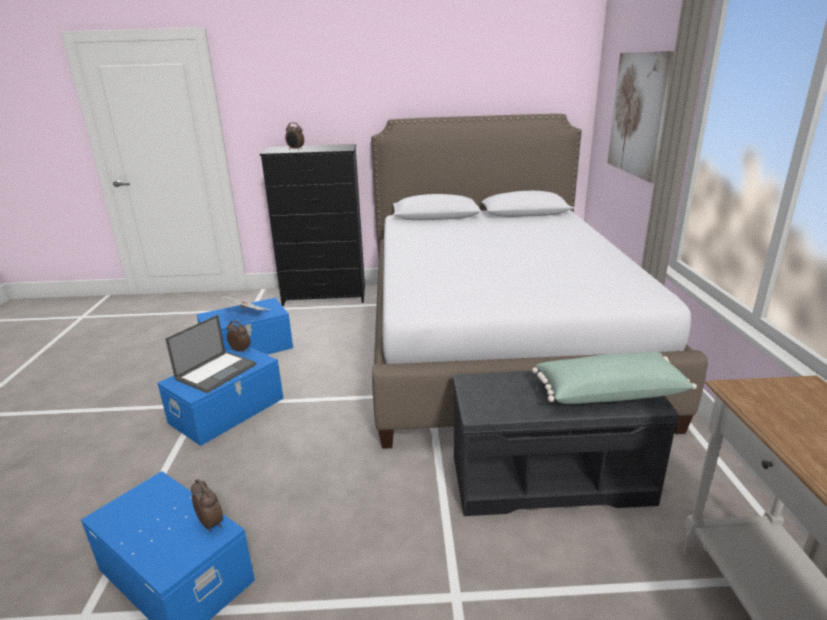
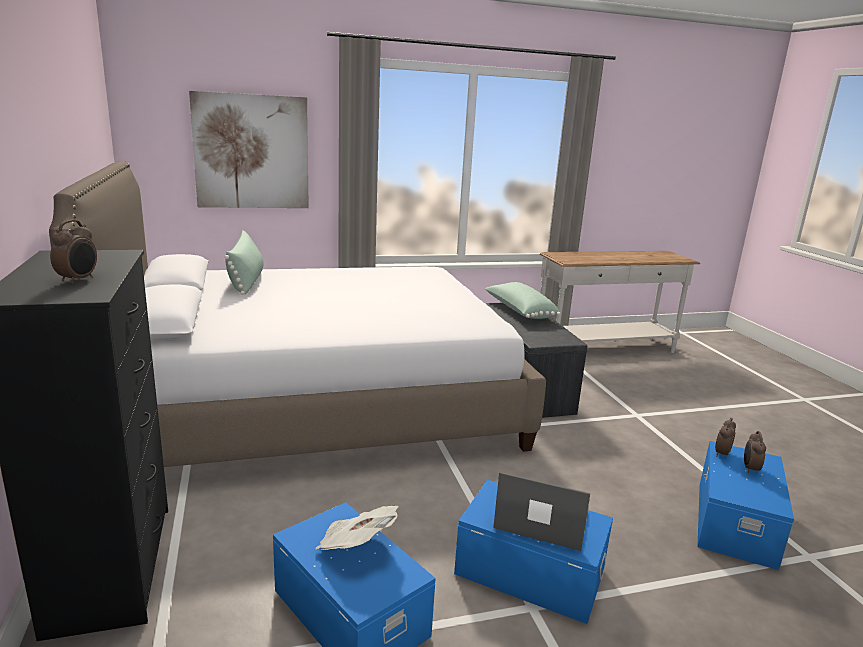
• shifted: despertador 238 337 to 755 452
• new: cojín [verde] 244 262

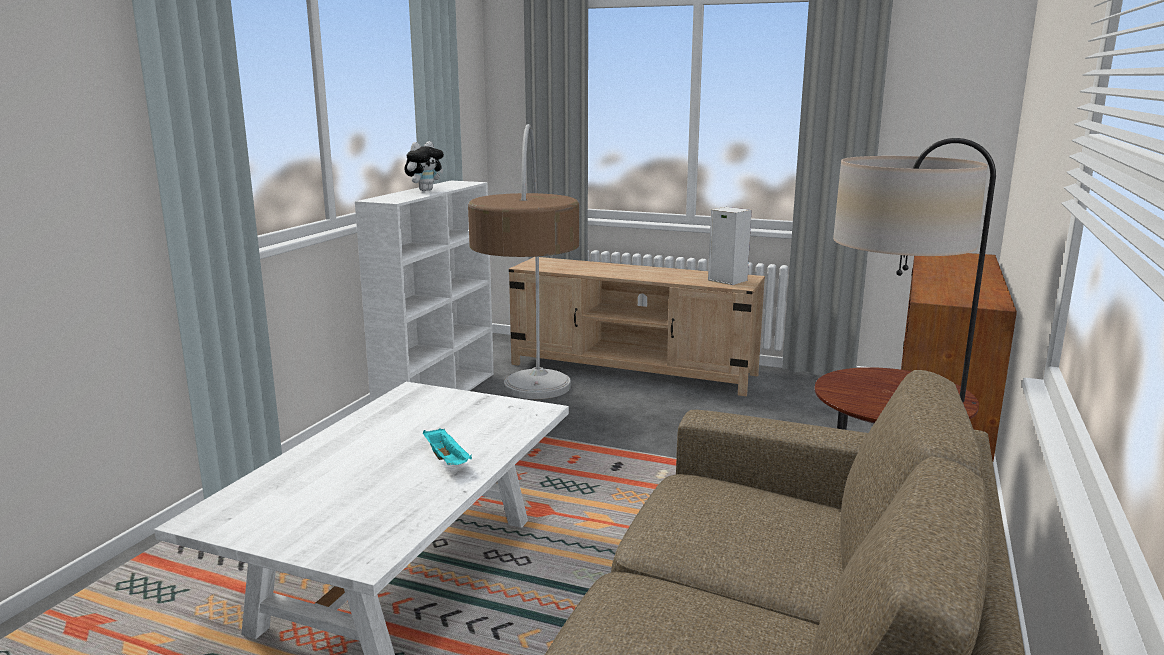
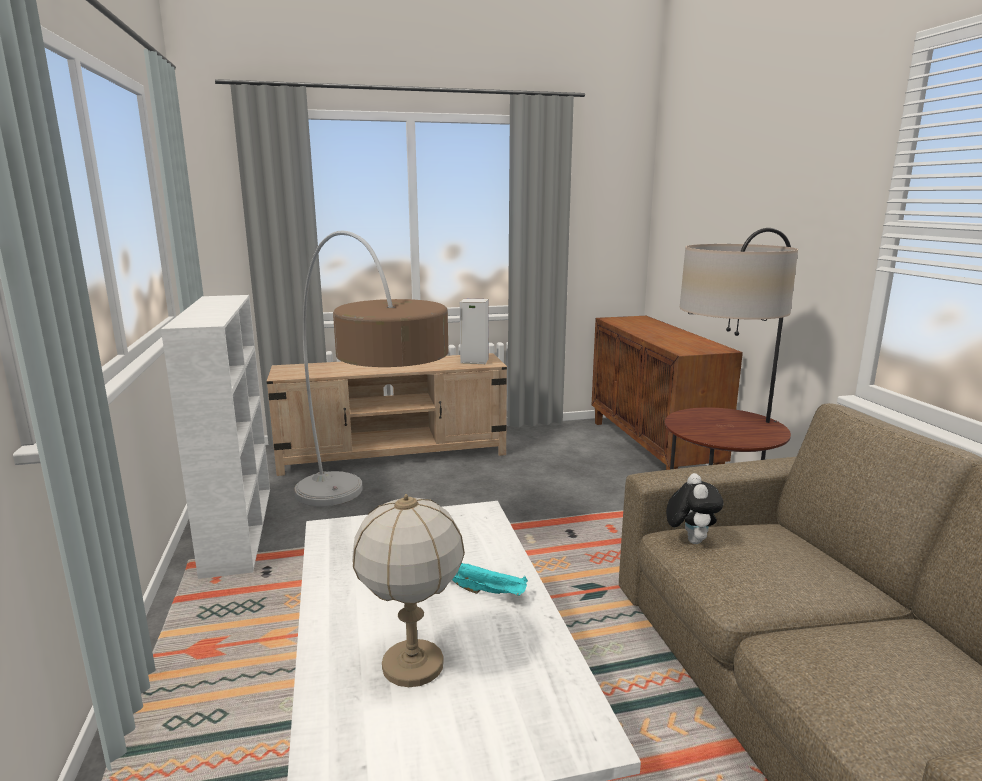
• shifted: peluche 424 166 to 694 508
• new: lámpara de mesa 408 590

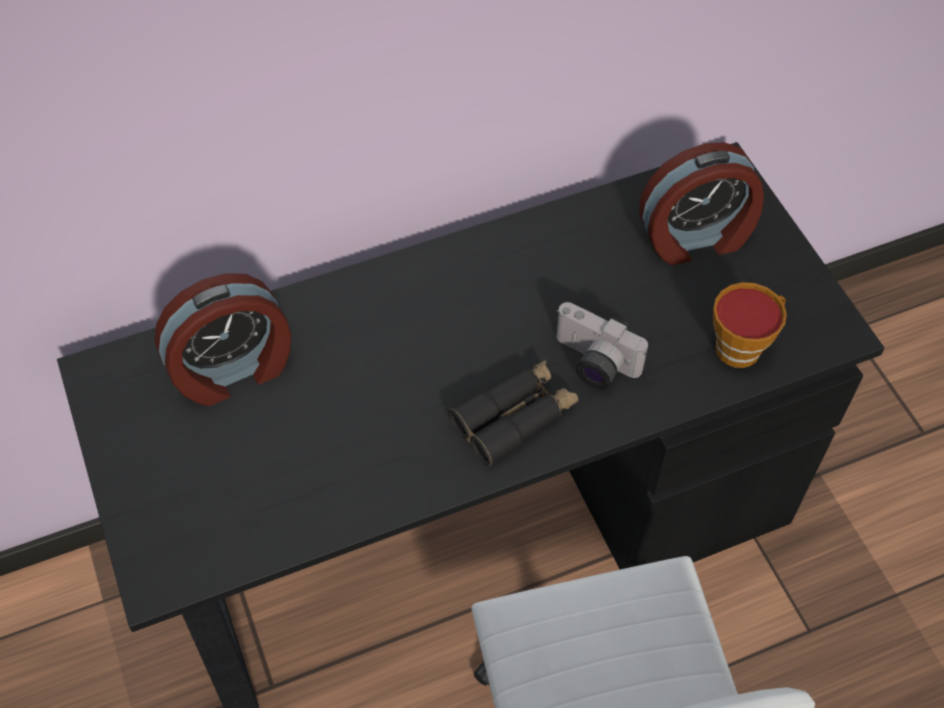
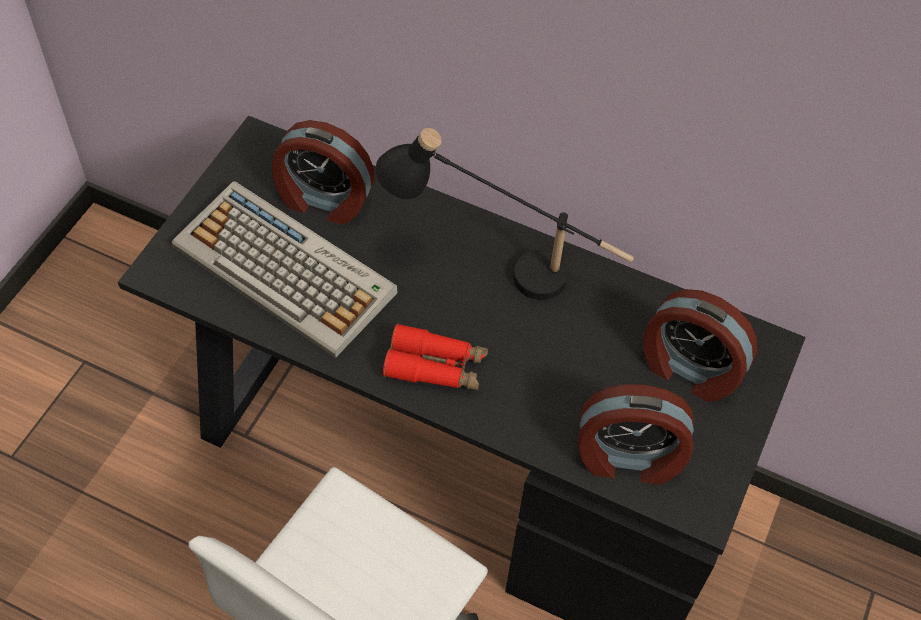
• repainted: prismáticos [negro] 513 413 to prismáticos [rojo] 435 356
• gone: cámara 602 345
• swapped: taza 750 325 to despertador 636 434
• new: teclado 285 269
• new: lámpara de mesa [negro] 505 214

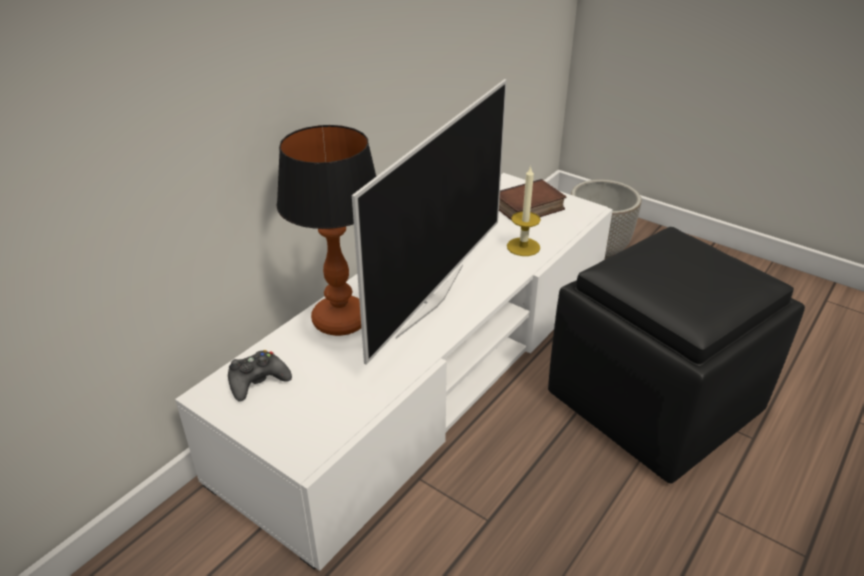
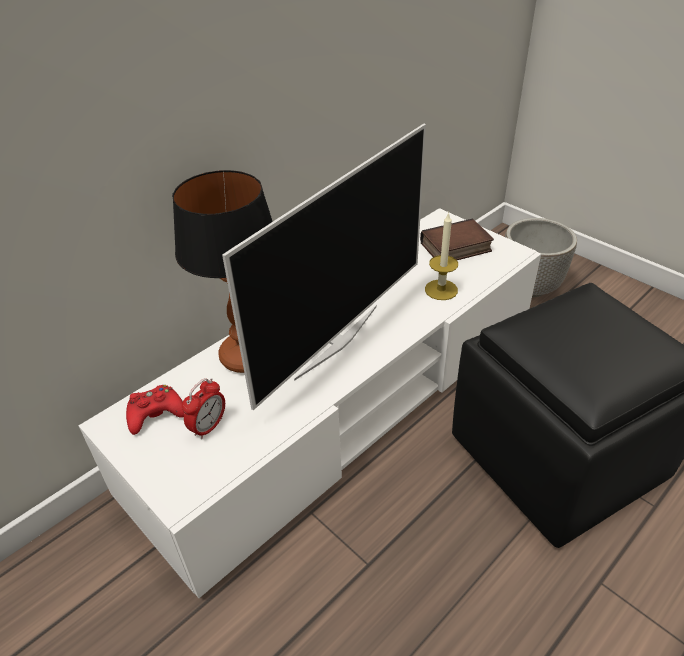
• repainted: mando de consola [negro] 260 376 to mando de consola [rojo] 155 410
• new: despertador 203 408

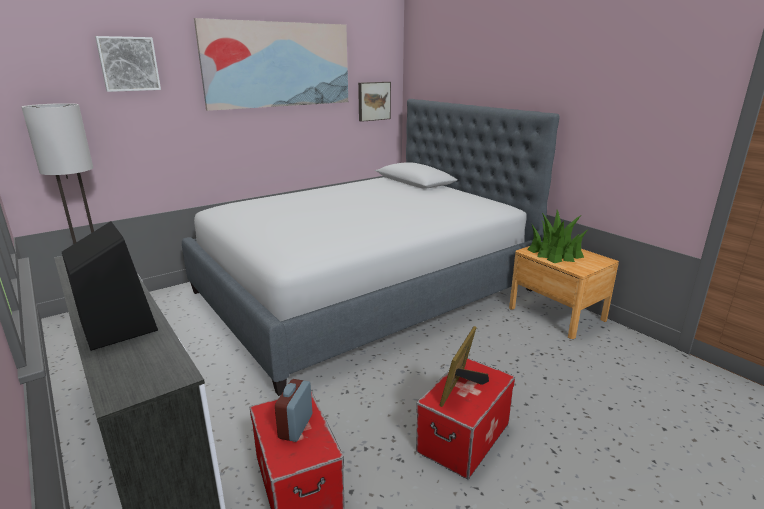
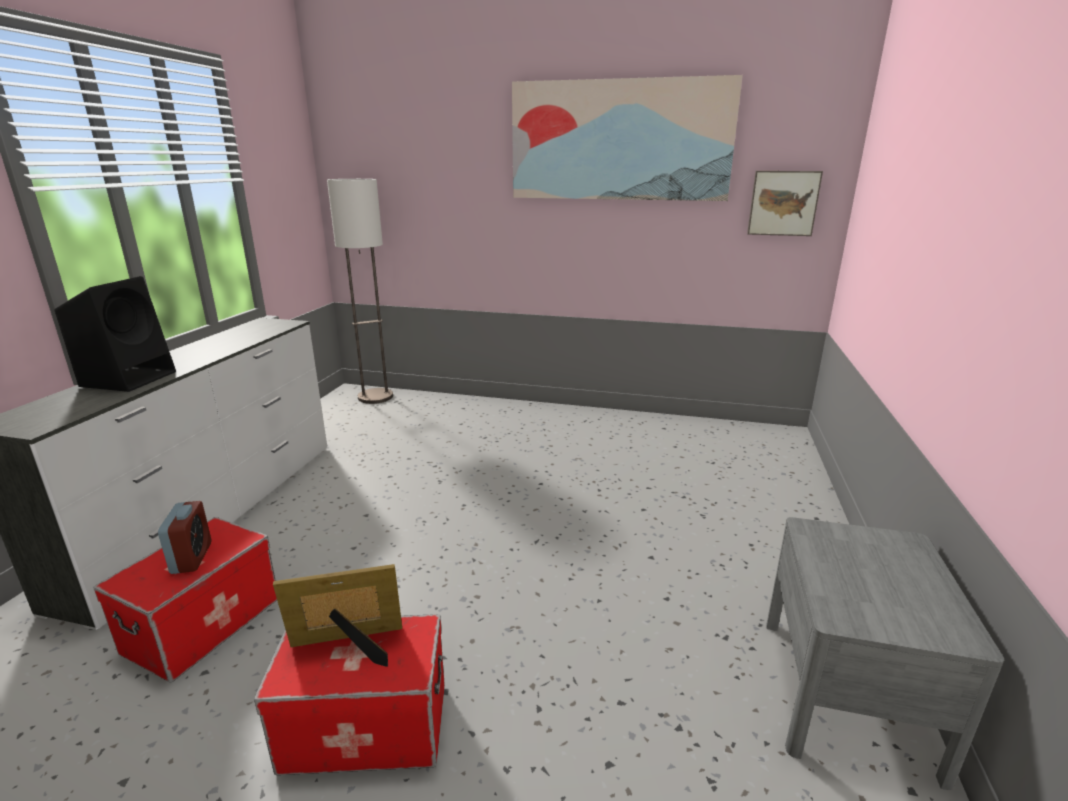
• gone: cuadro 128 64
• gone: cama 370 247
• rotated: despertador 293 410 = 184 537 105 degrees clockwise
• repainted: mesita de noche [marrón] 564 290 to mesita de noche [gris] 885 653
• gone: planta en maceta 557 236

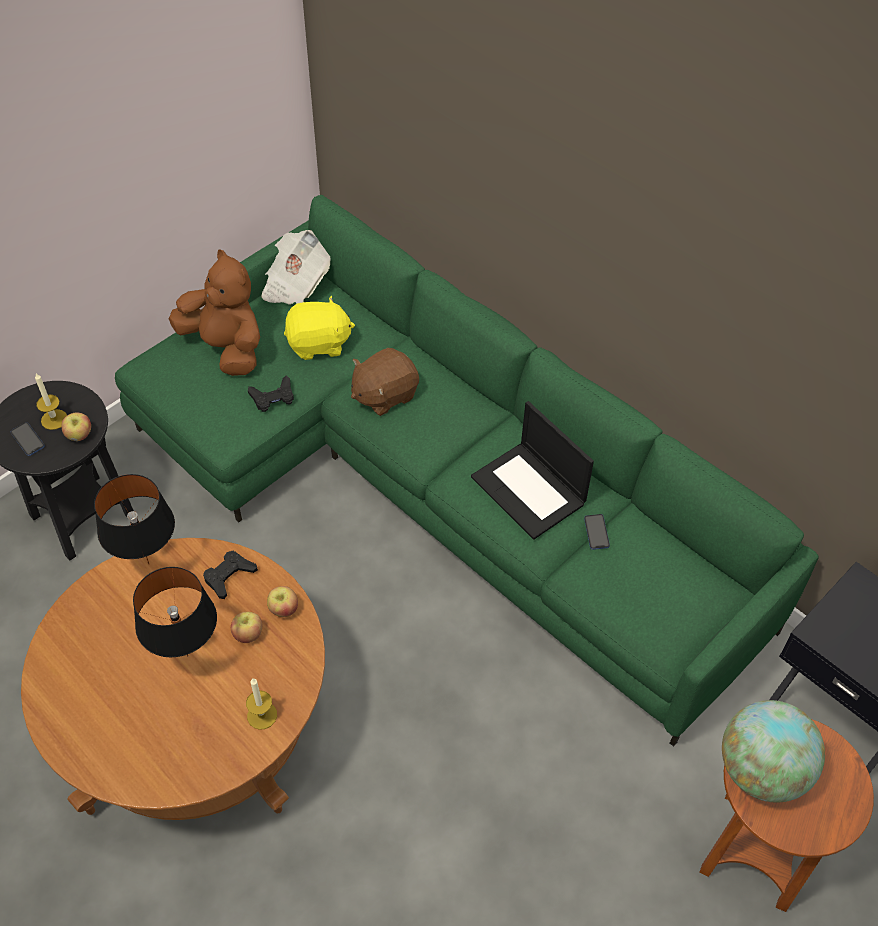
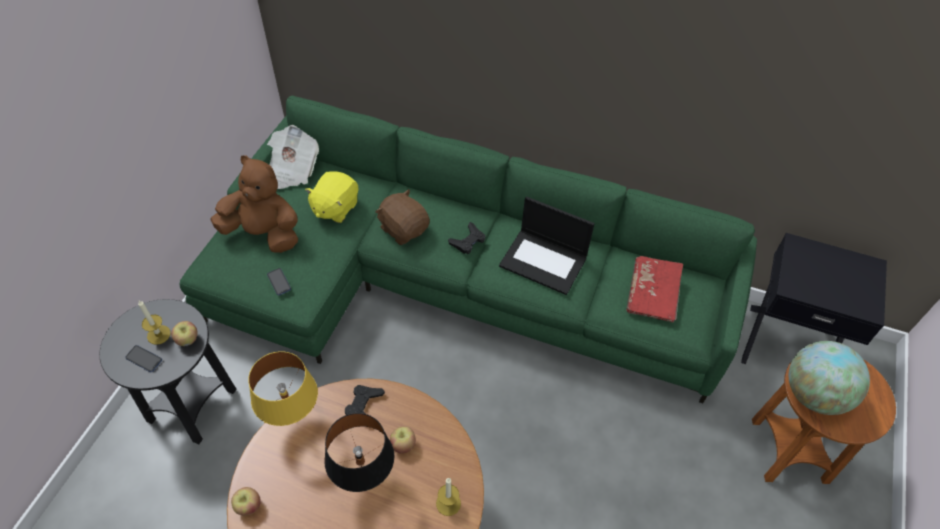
• repainted: lámpara de mesa [negro] 134 519 to lámpara de mesa [amarillo] 283 388
• shifted: mando de consola [negro] 271 393 to 466 238
• shifted: manzana 282 601 to 246 501
• rotated: peluche [amarillo] 319 327 = 331 197 150 degrees clockwise
• rotated: peluche [marrón] 385 382 = 402 217 105 degrees clockwise
• shifted: móvil 597 532 to 279 281
• new: libro [rojo] 654 289

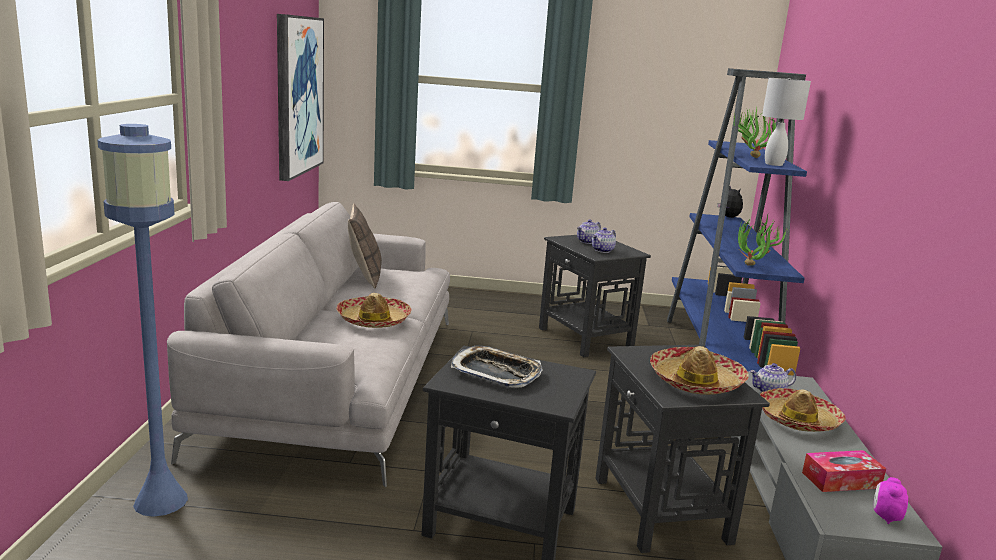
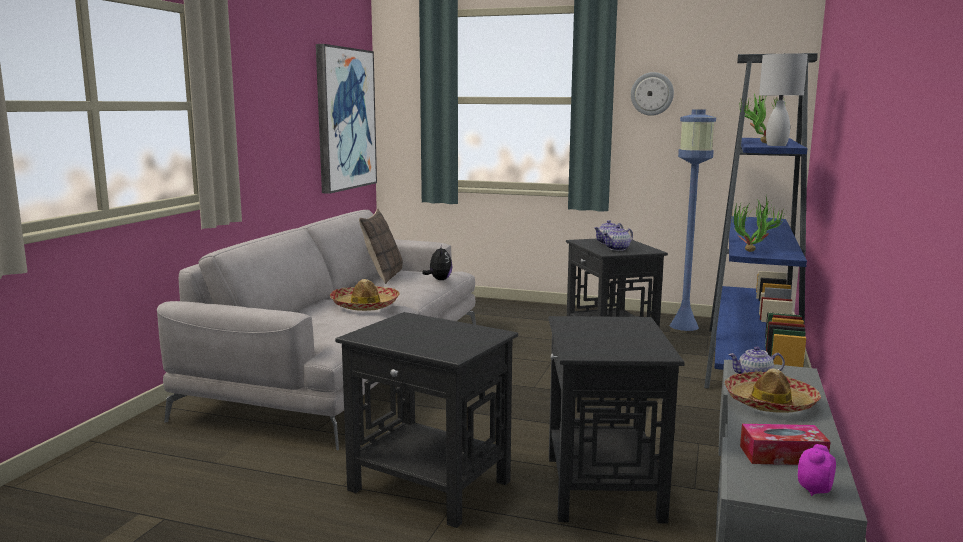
• shifted: lámpara de pie [azul] 143 320 to 693 220
• gone: bandeja 497 367
• gone: sombrero 699 370
• shifted: peluche 730 202 to 437 262
• new: reloj de pared 652 94

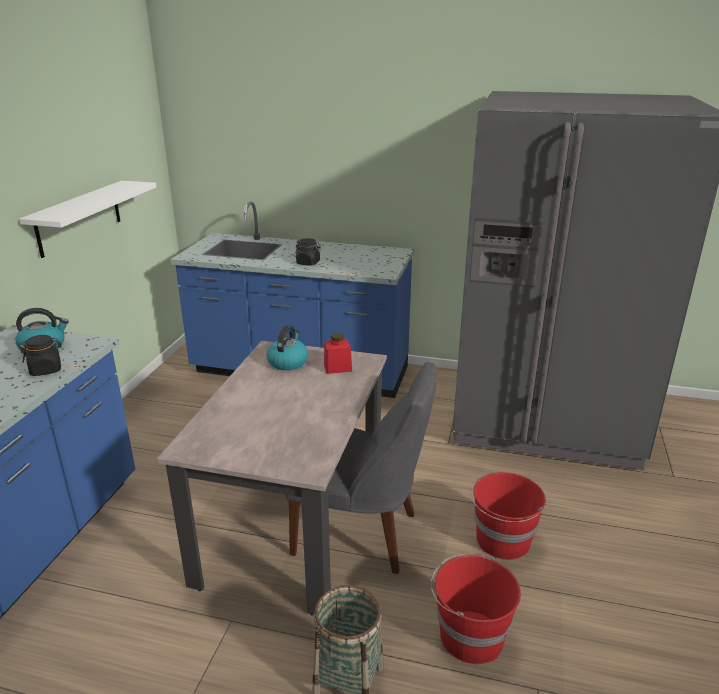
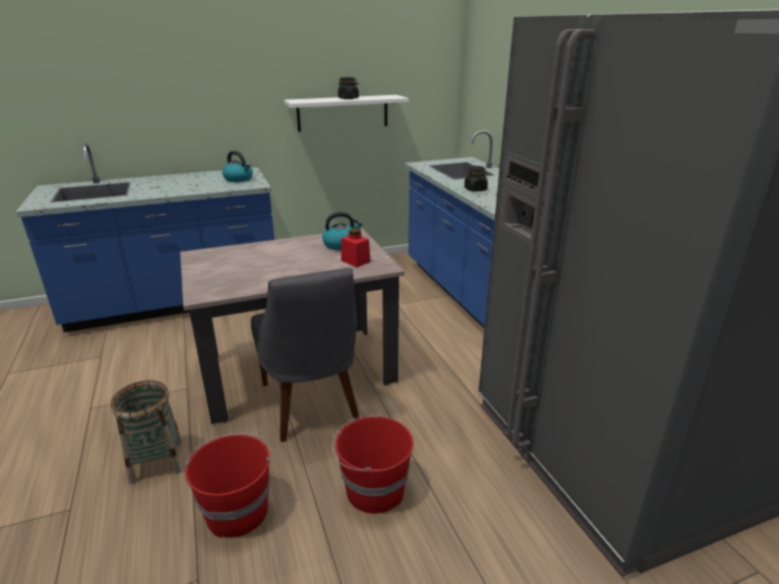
• shifted: tarro [negro] 41 355 to 348 88

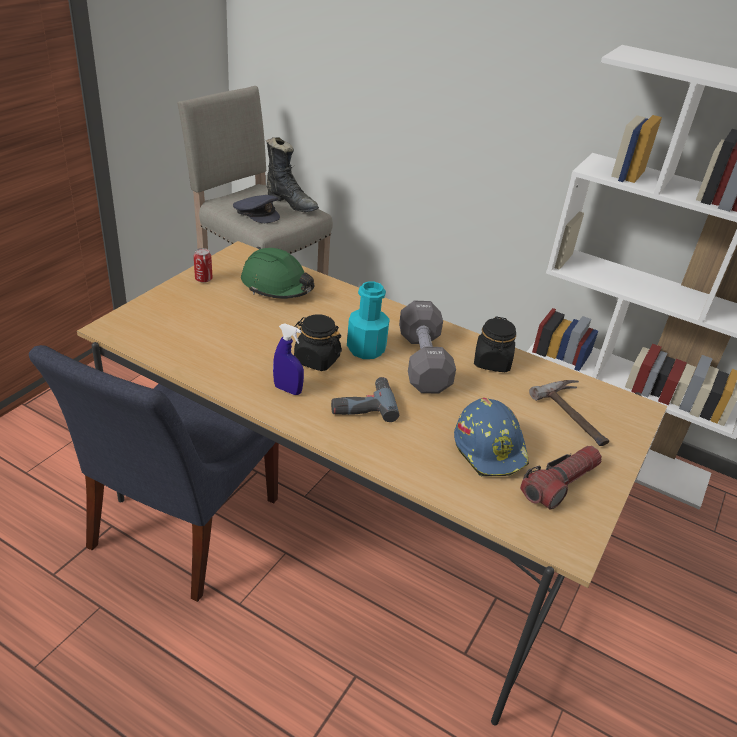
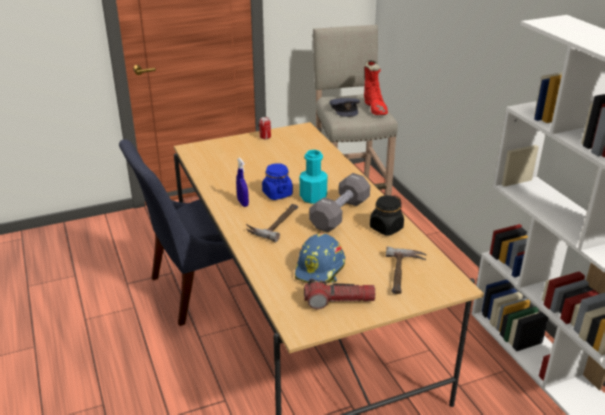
• gone: casco [verde] 277 273
• repainted: bota [negro] 292 174 to bota [rojo] 376 87
• repainted: tarro [negro] 318 342 to tarro [azul] 277 181
• swapped: taladro 365 399 to martillo 272 223

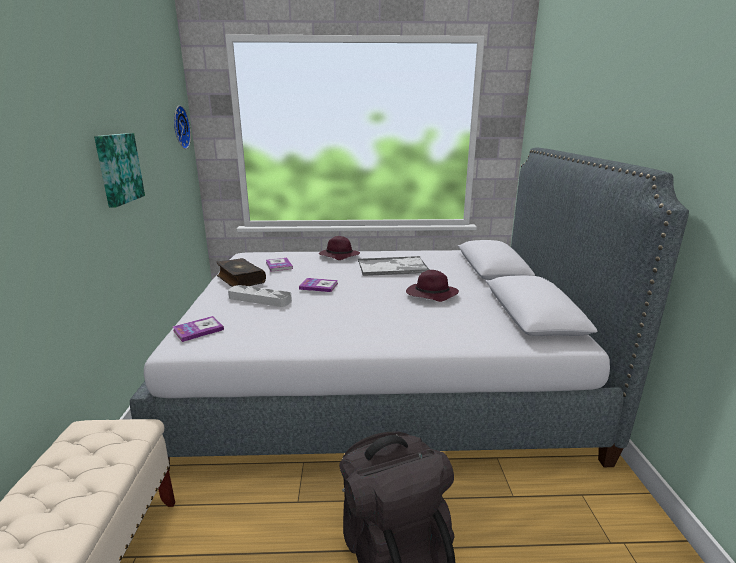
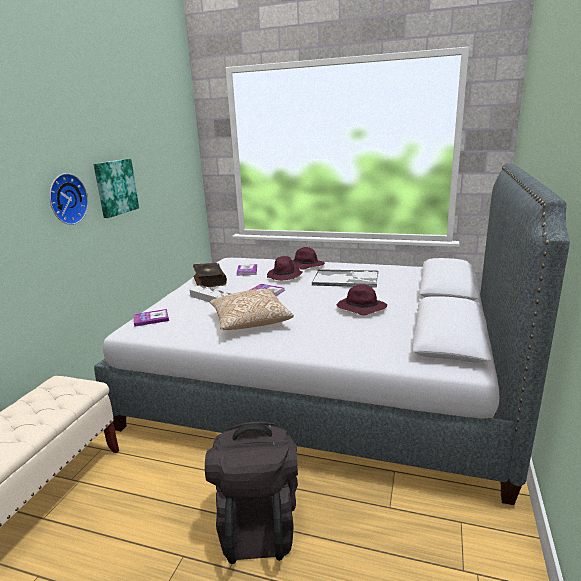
• shifted: reloj de pared 182 127 to 68 199
• new: cojín 252 309
• new: sombrero [morado] 285 268

